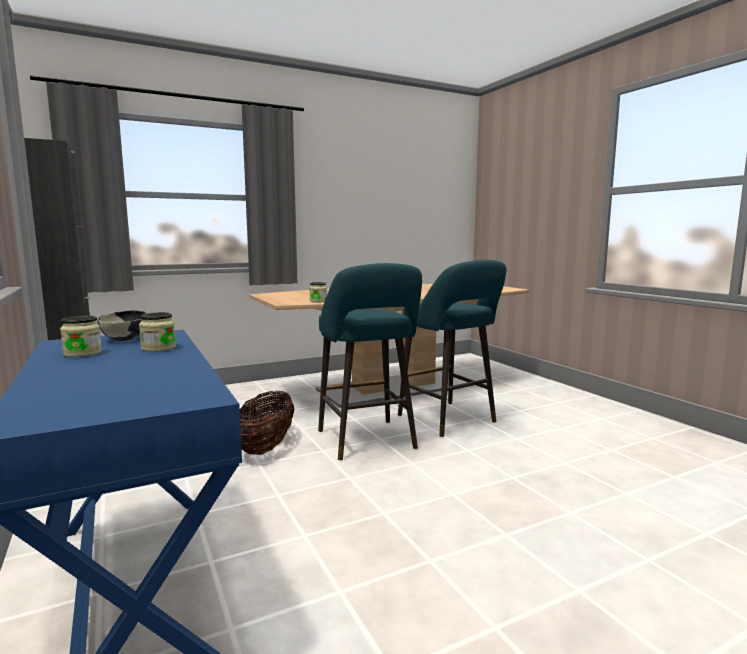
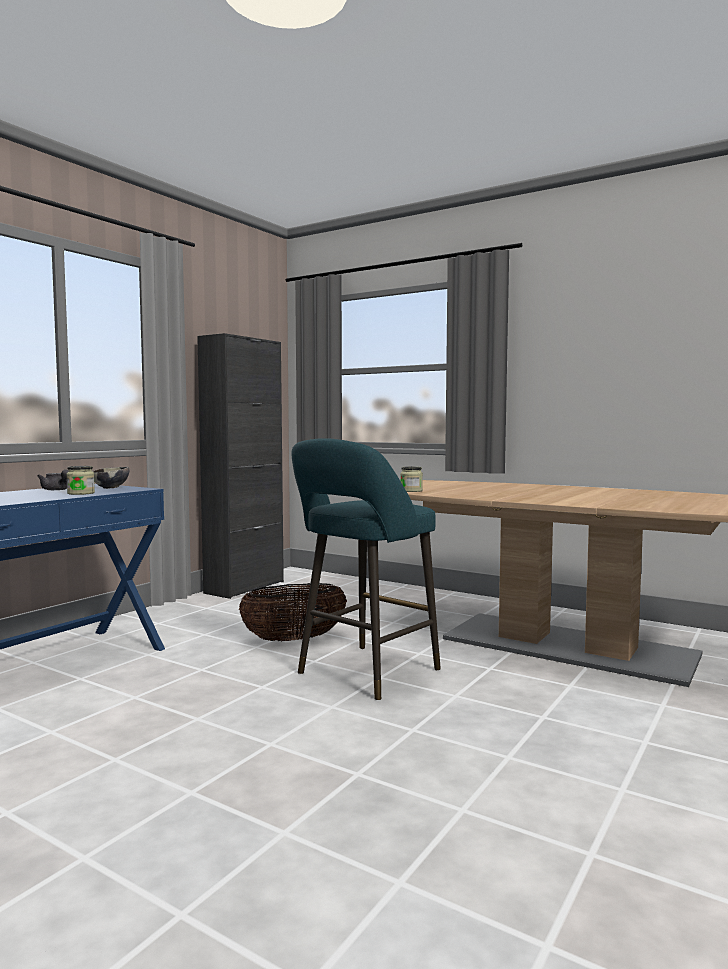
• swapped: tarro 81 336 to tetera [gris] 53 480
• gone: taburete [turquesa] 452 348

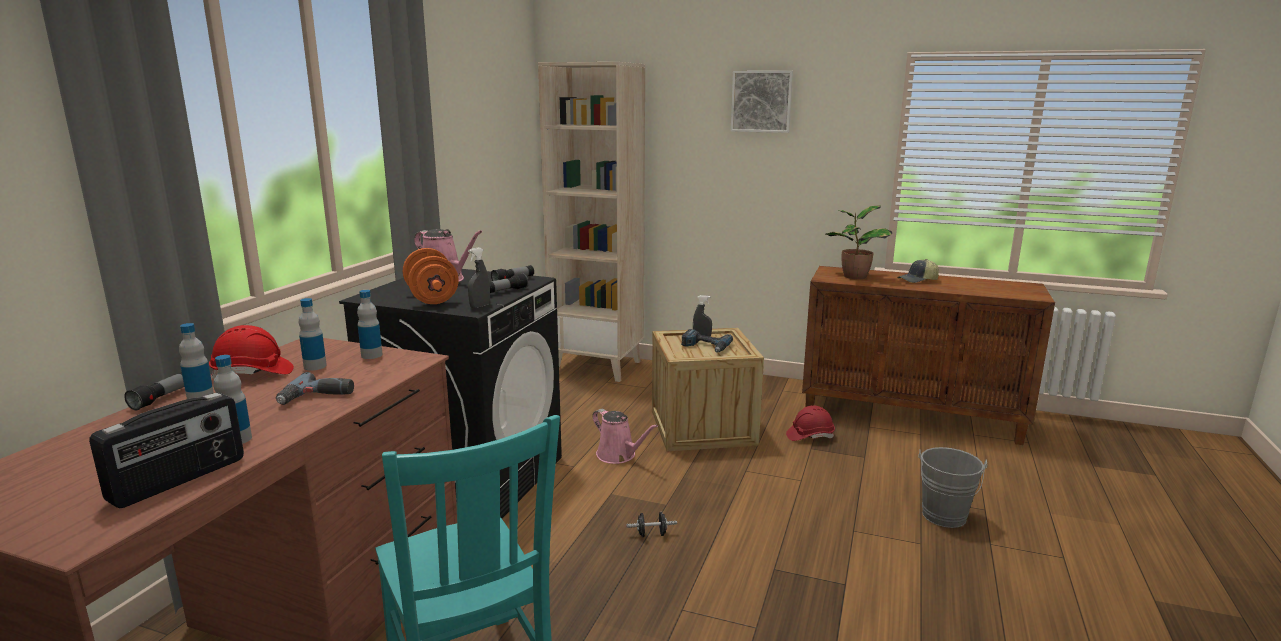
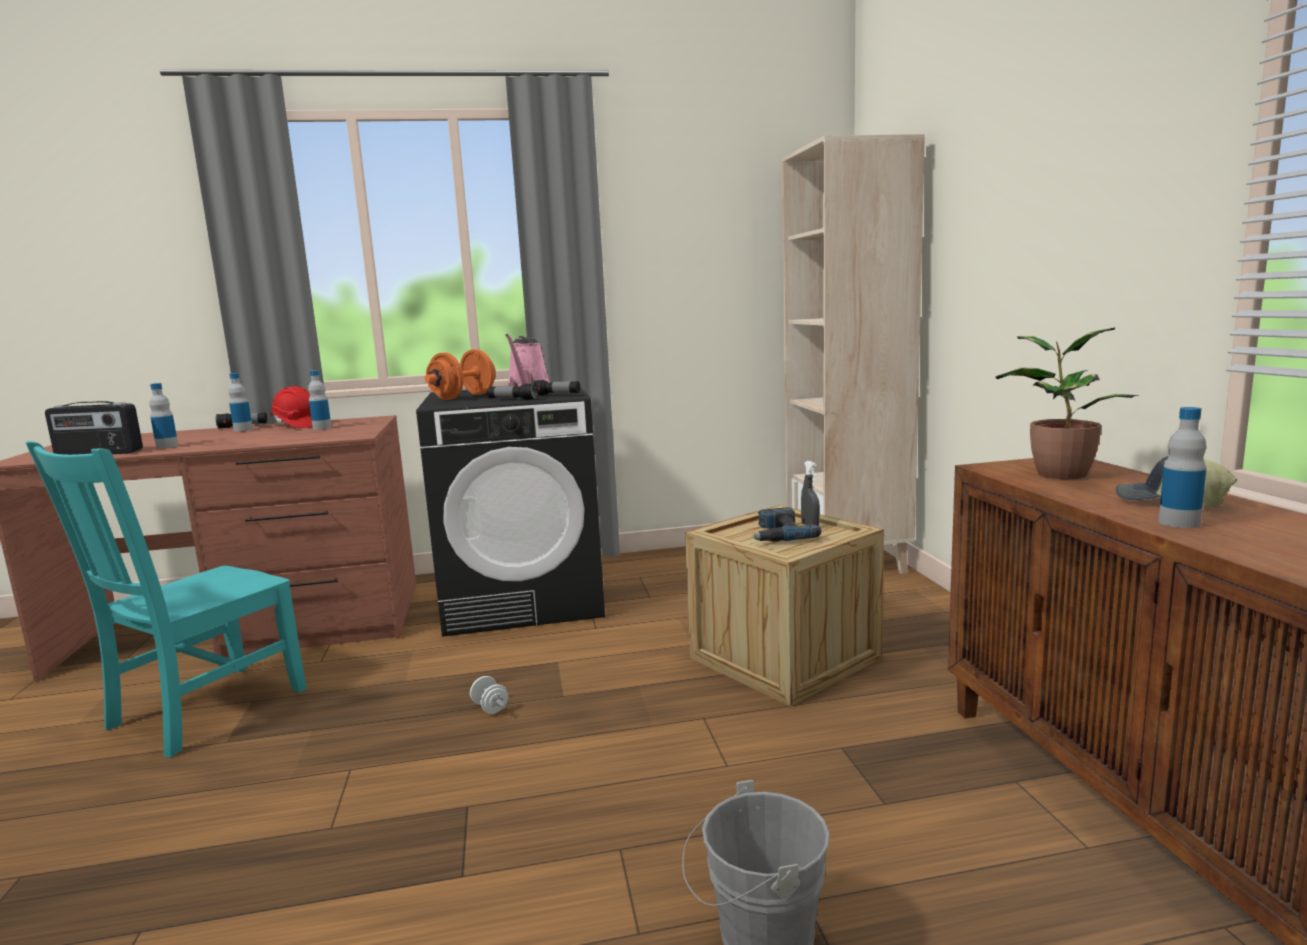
• gone: taladro 315 388
• shifted: botella 370 324 to 1183 467
• gone: pulverizador [gris] 479 278
• gone: regadera [rosa] 625 436
• repainted: mancuerna [negro] 651 524 to mancuerna [blanco] 489 695
• gone: cuadro 762 102
• gone: casco [rojo] 810 423

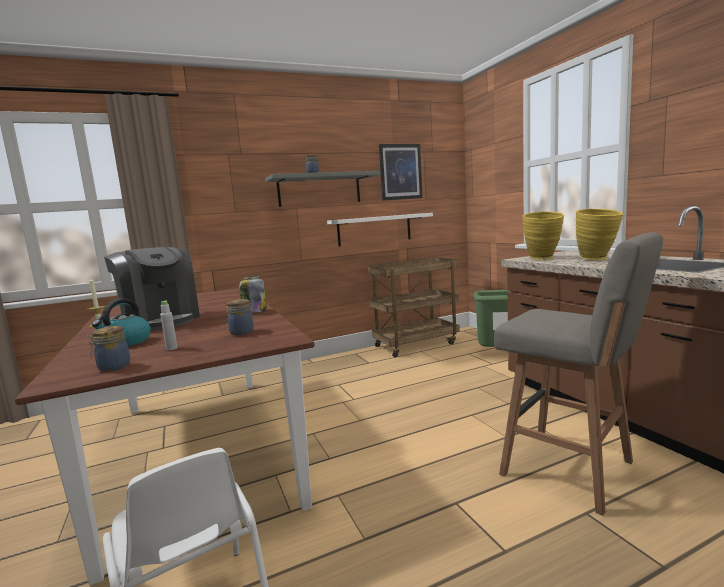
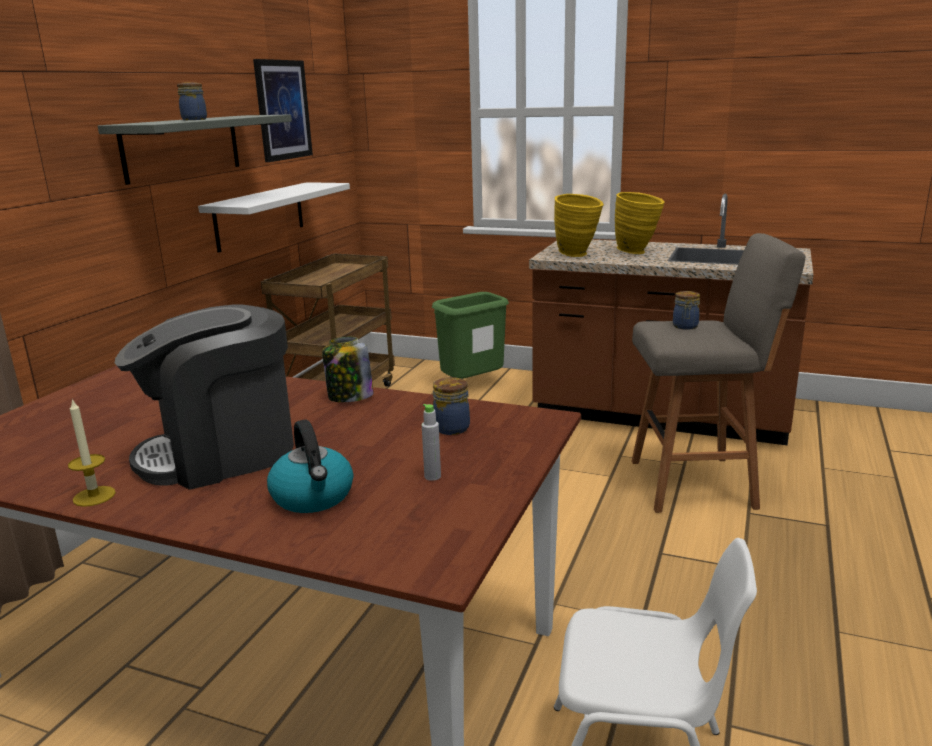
• shifted: tarro 108 349 to 686 310
• rotated: cafetera 152 289 = 204 397 150 degrees clockwise

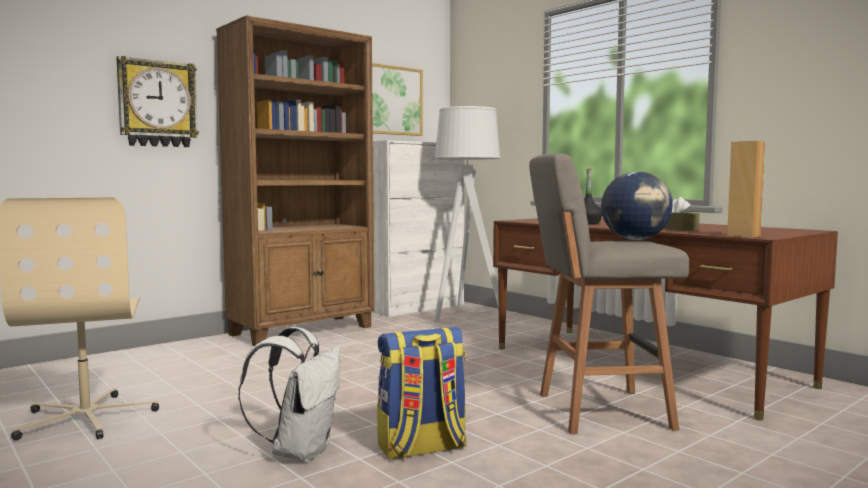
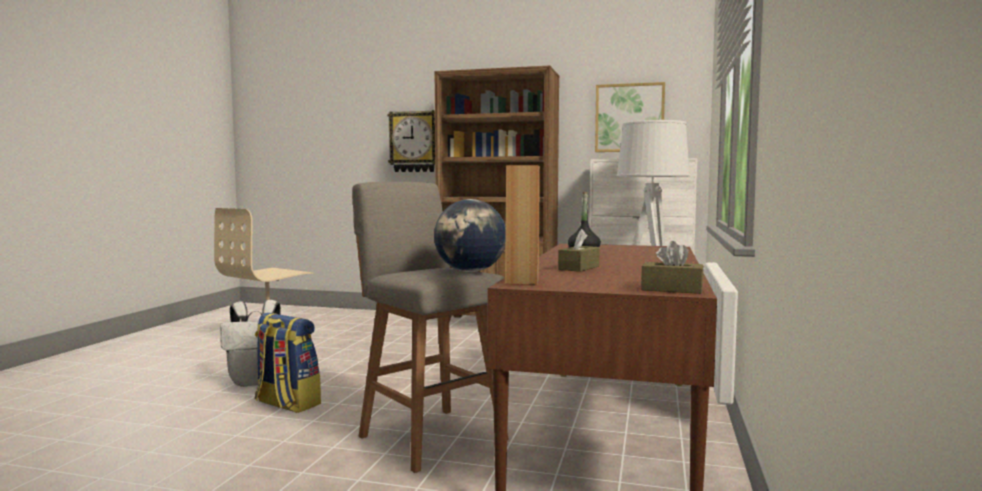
• new: caja de pañuelos [marrón] 672 267

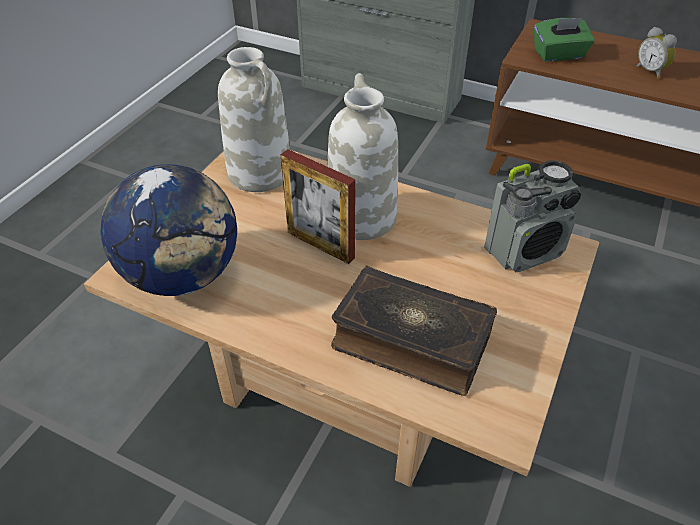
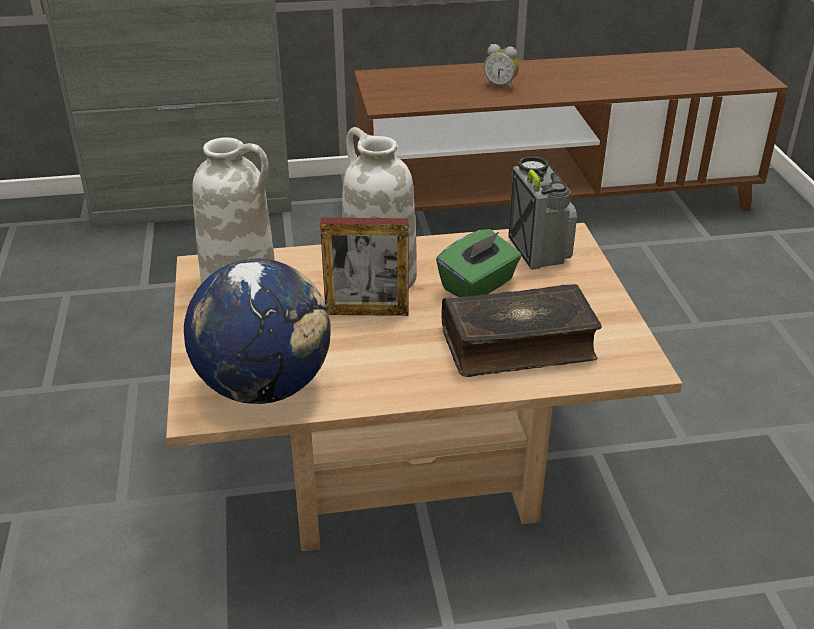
• rotated: radio 532 216 = 542 213 45 degrees counterclockwise
• shifted: caja de pañuelos [verde] 564 40 to 479 263

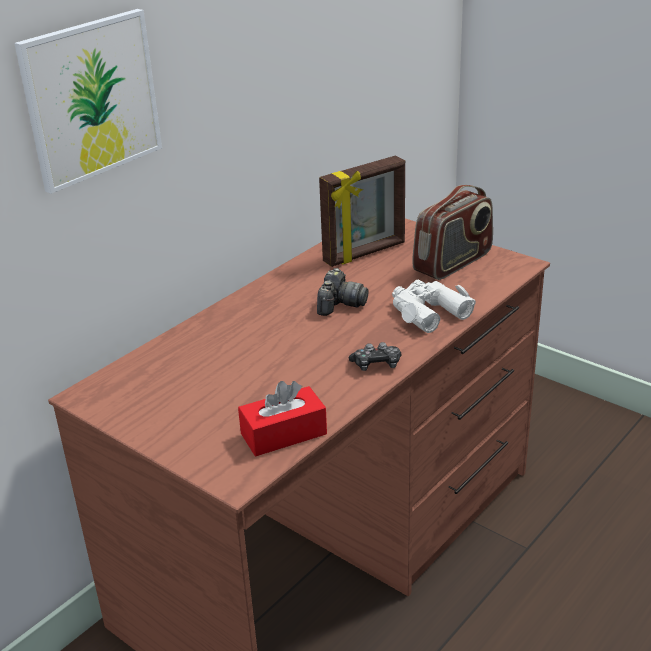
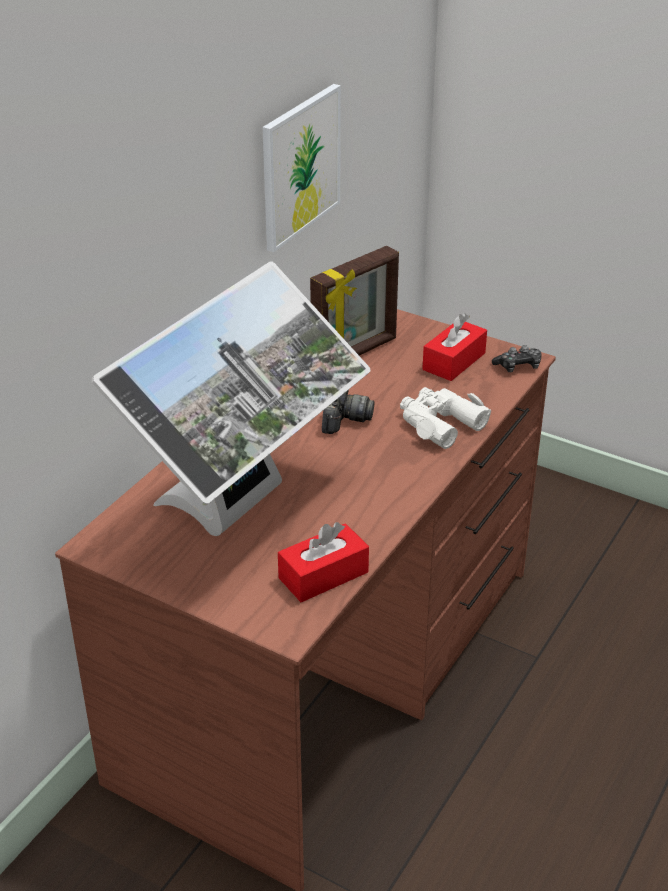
• shifted: cuadro 88 101 to 302 168
• shifted: mando de consola 375 356 to 517 358
• swapped: radio 452 232 to caja de pañuelos [rojo] 454 347
• new: monitor 231 399

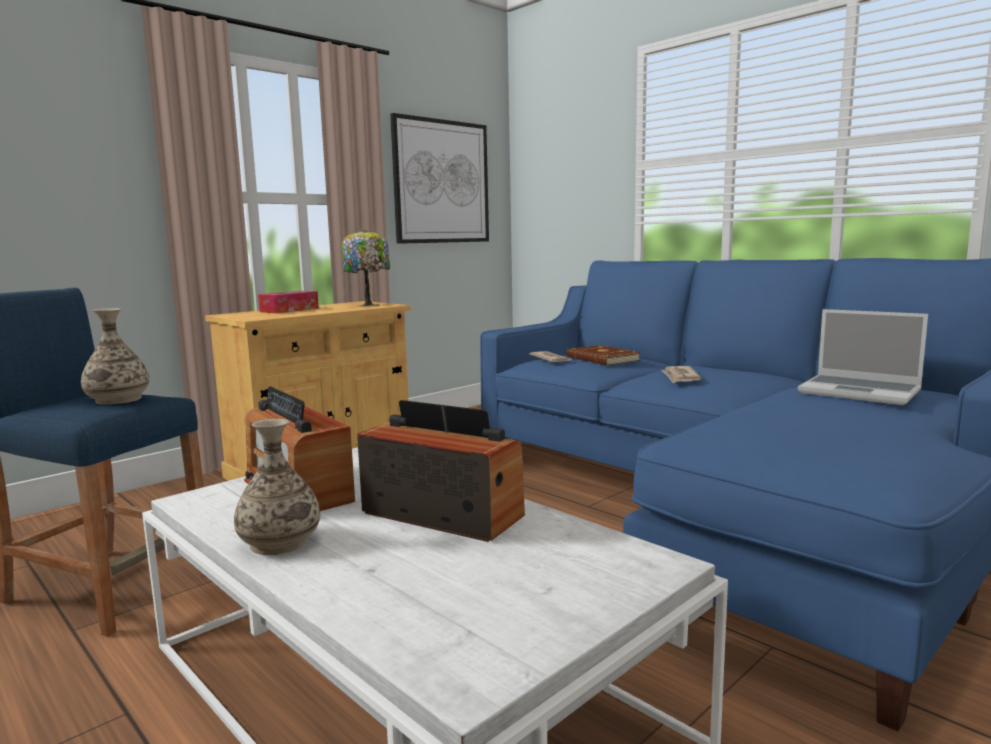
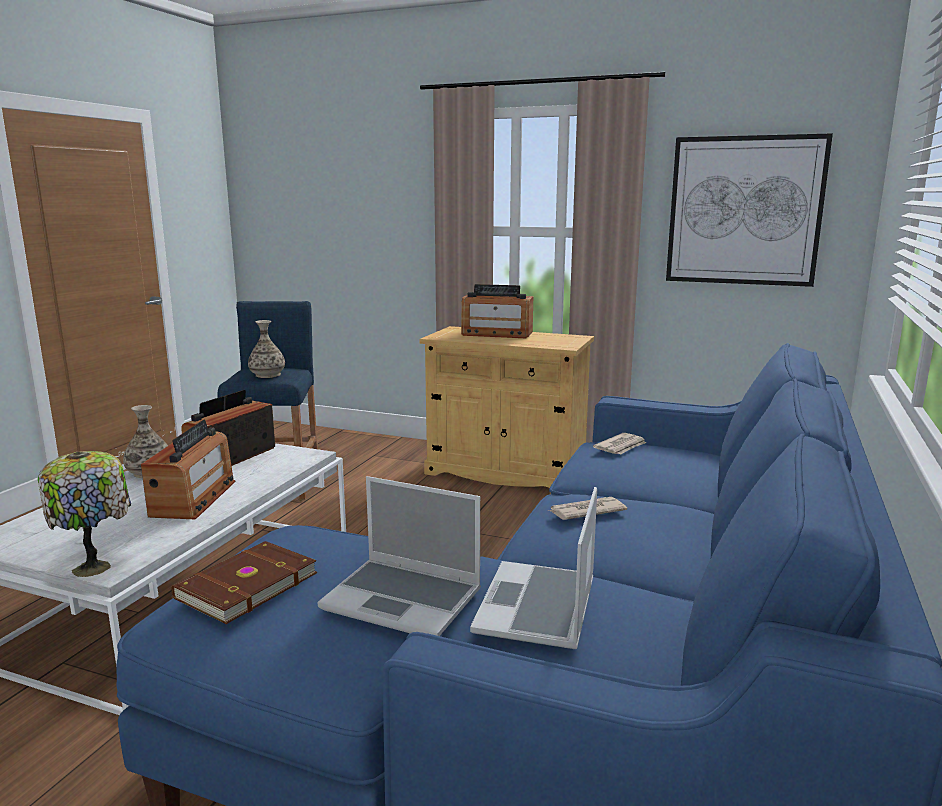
• swapped: caja de pañuelos 288 302 to radio 497 311
• shifted: lámpara de mesa 366 268 to 84 514
• shifted: libro [marrón] 603 355 to 244 582
• new: portátil 399 556

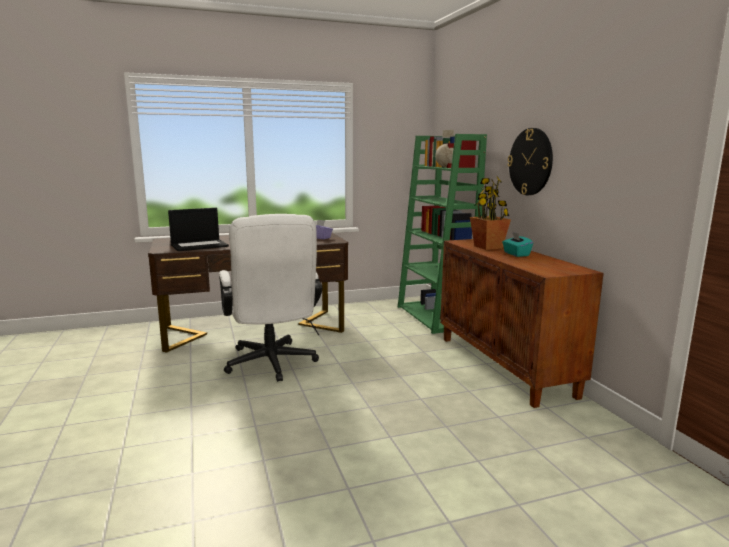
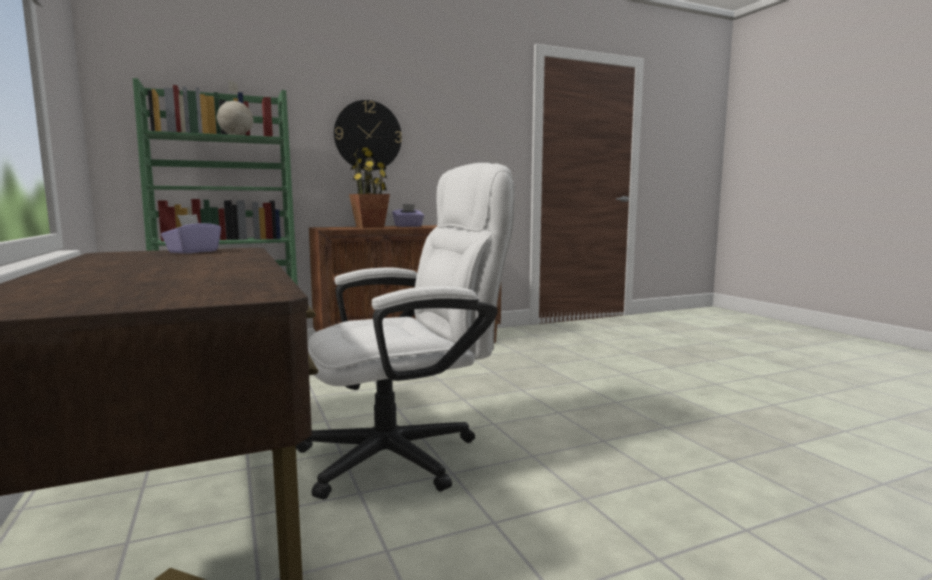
• gone: portátil 198 229
• repainted: caja de pañuelos [turquesa] 517 244 to caja de pañuelos [morado] 408 215

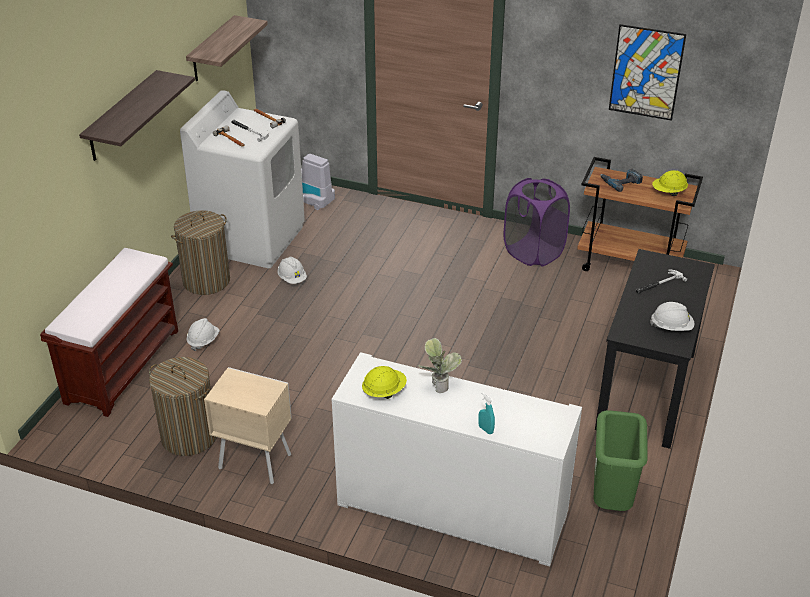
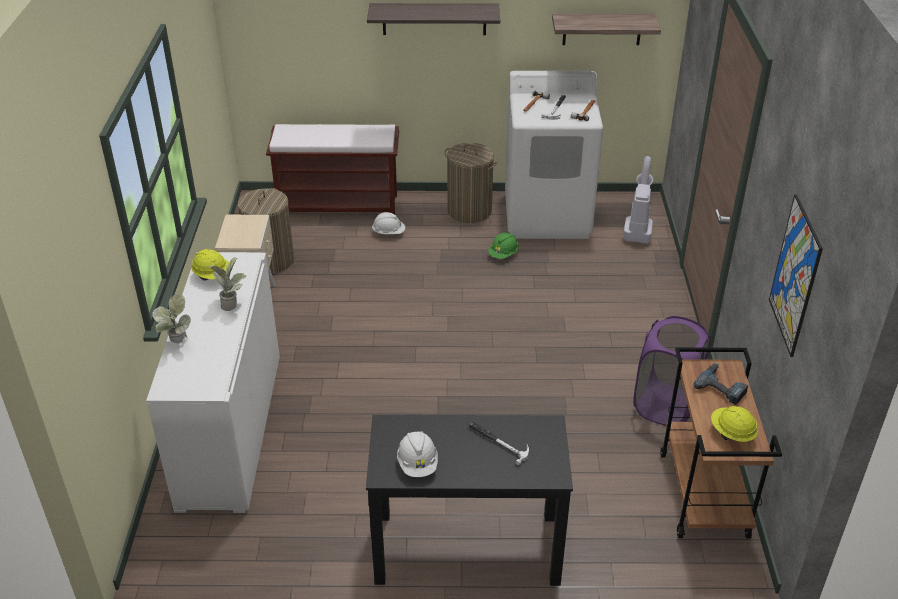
• repainted: casco [blanco] 292 270 to casco [verde] 503 245
• swapped: pulverizador [turquesa] 486 413 to planta en maceta 171 318
• gone: papelera [verde] 621 460

